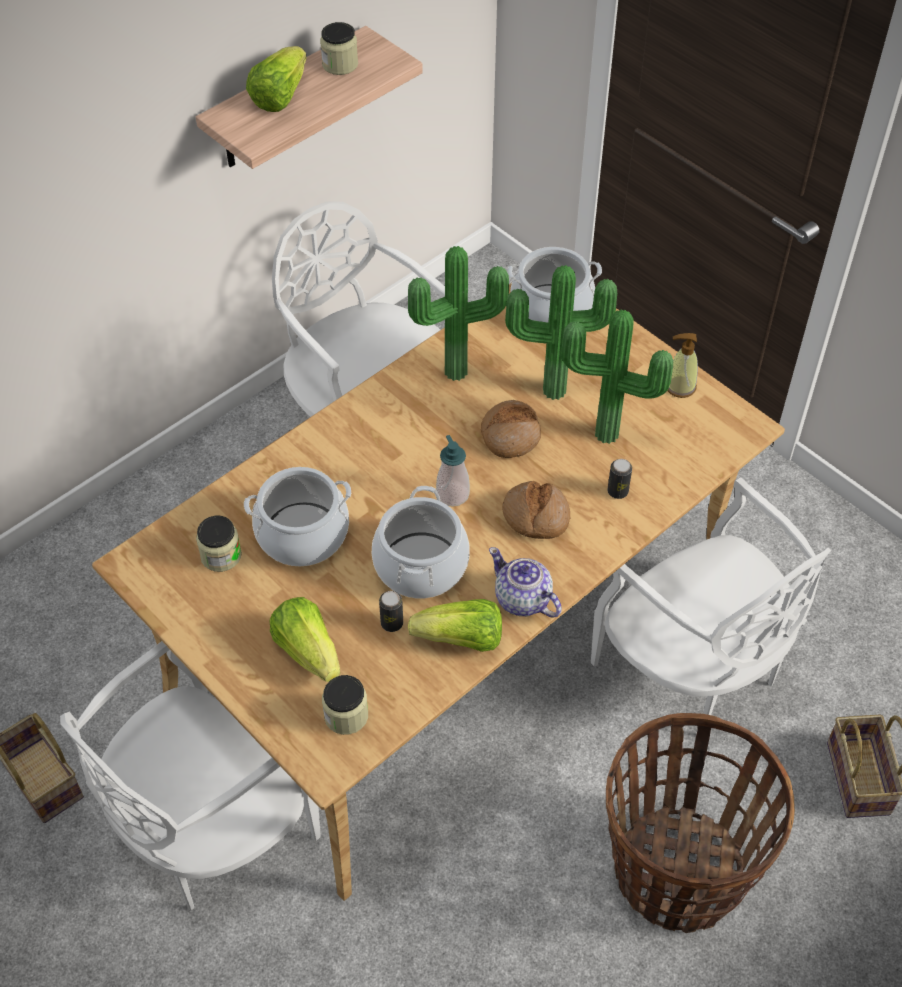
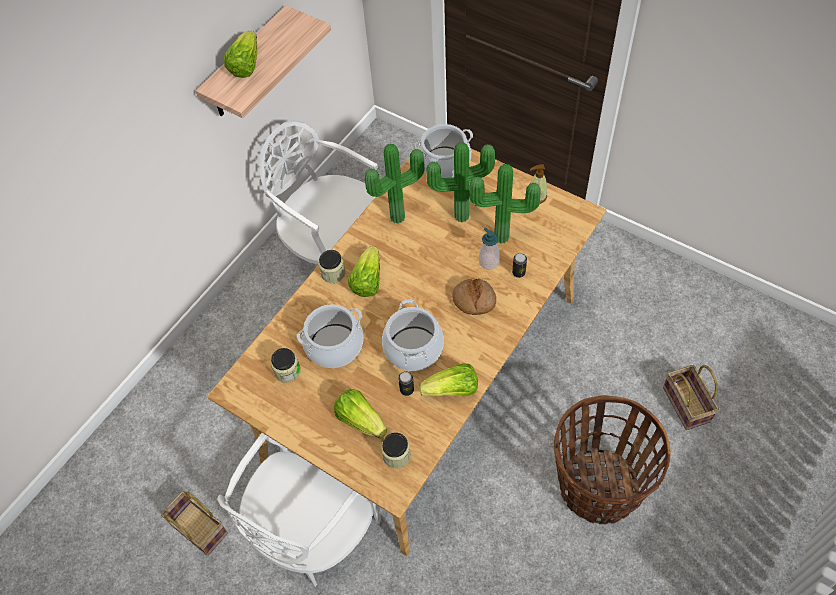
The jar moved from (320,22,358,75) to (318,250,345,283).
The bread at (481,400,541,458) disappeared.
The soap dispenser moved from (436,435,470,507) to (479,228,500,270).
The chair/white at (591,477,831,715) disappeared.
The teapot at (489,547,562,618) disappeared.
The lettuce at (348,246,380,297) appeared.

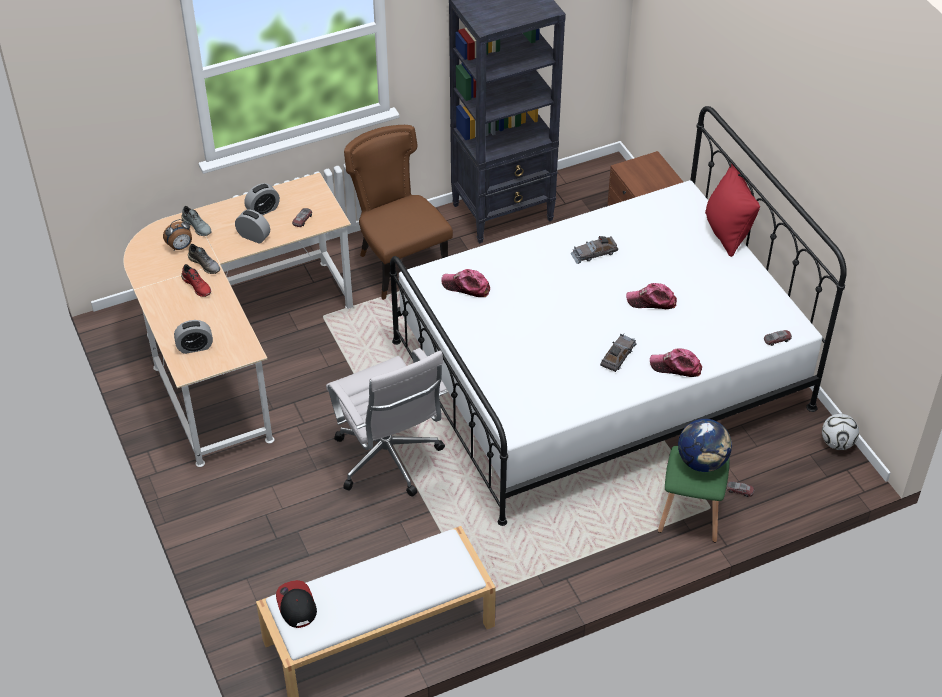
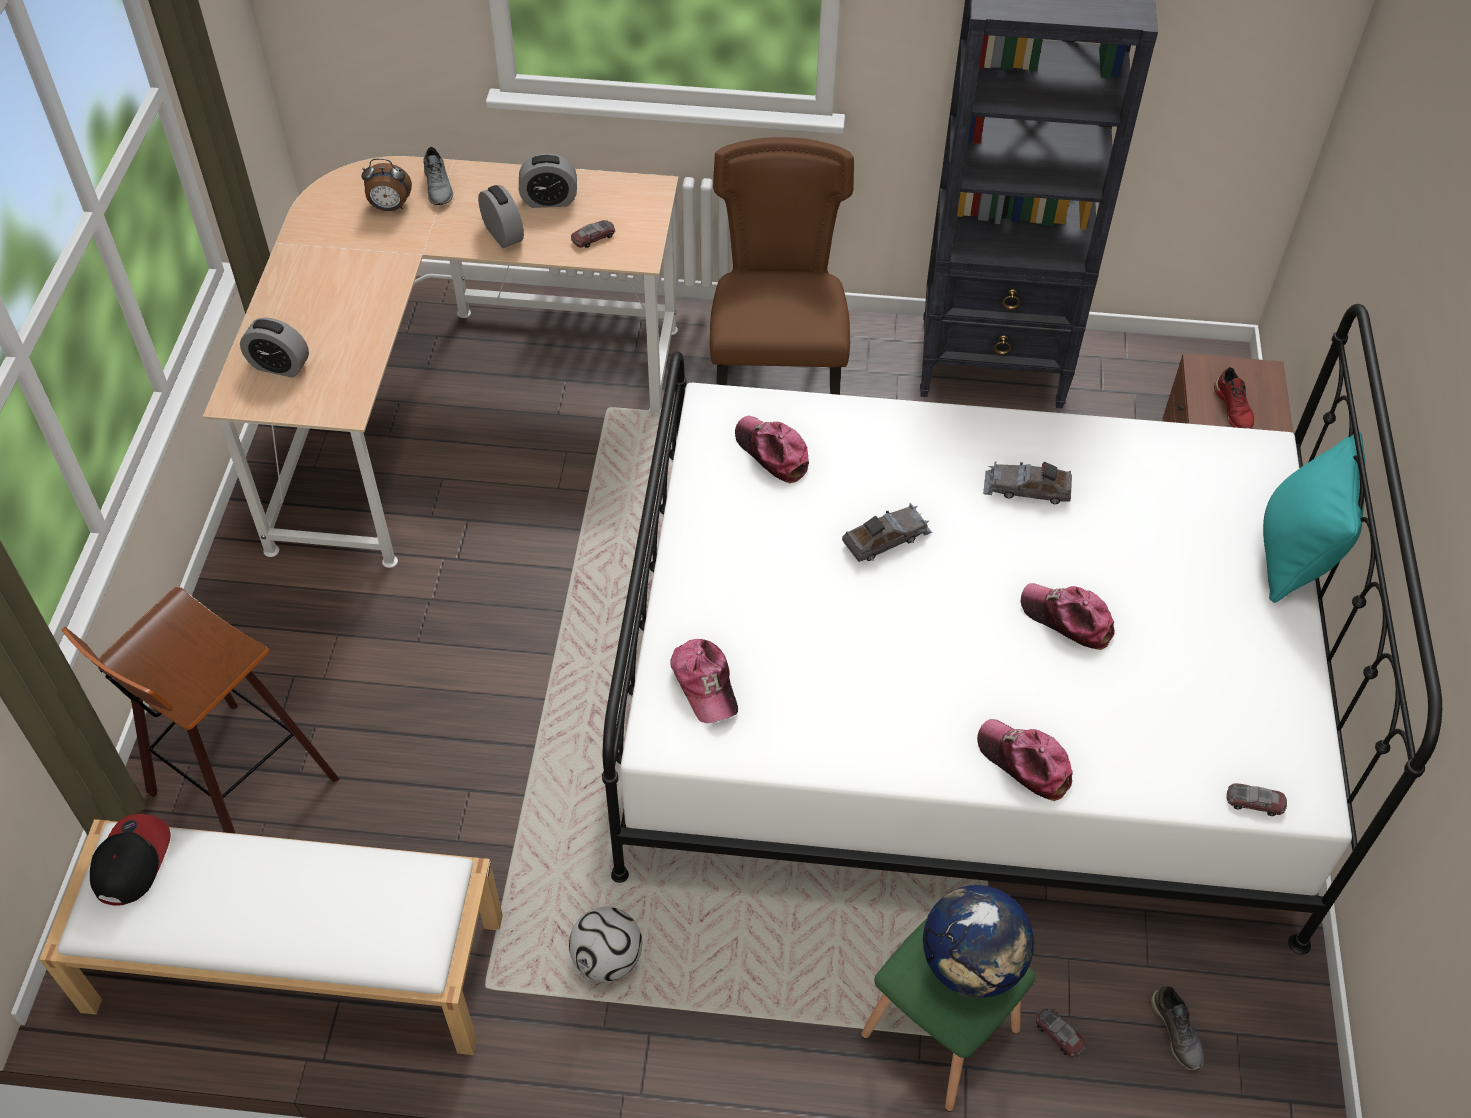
The pillow/red at (705,164,760,257) became the pillow/turquoise at (1263,432,1365,603).
The shoe/grey moved from (188,244,220,274) to (1150,986,1204,1071).
The shoe/red moved from (181,264,211,297) to (1214,367,1254,429).
The toy car/grey moved from (600,334,636,372) to (842,503,932,562).
The office chair/white at (326,348,448,496) disappeared.
The football moved from (822,414,859,450) to (569,907,642,982).
The stool at (61,587,339,834) appeared.
The cap at (670,639,738,723) appeared.

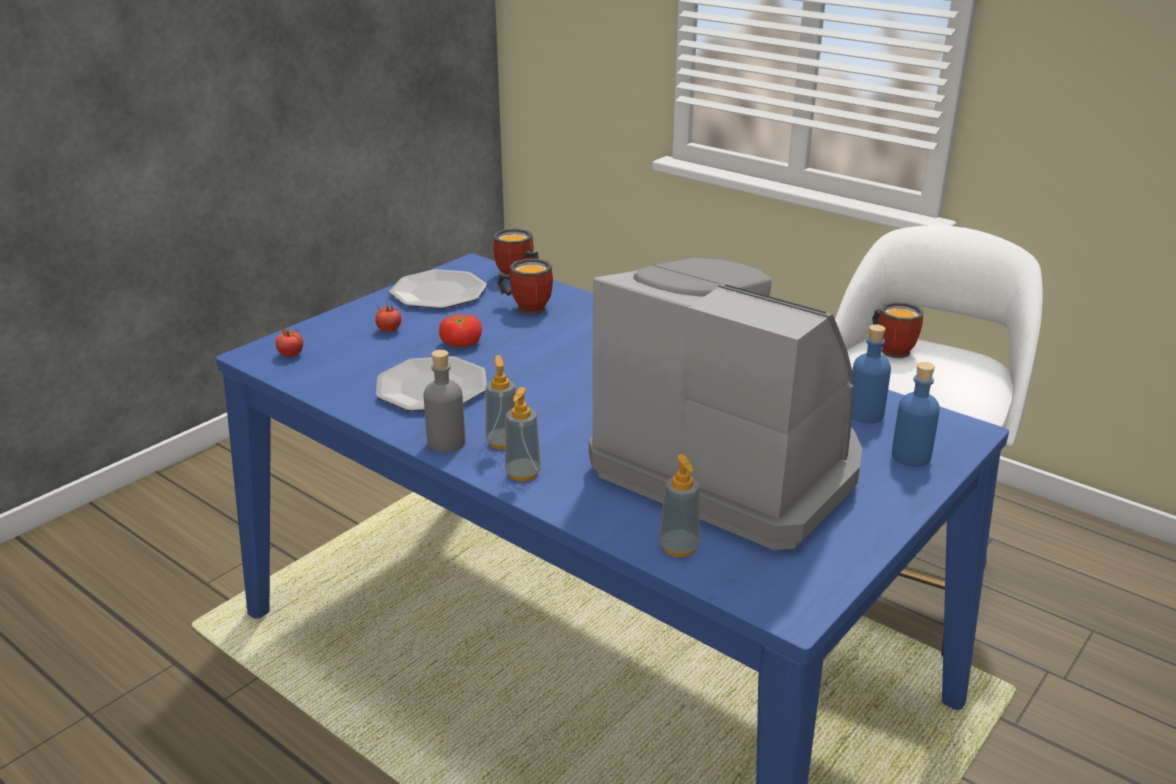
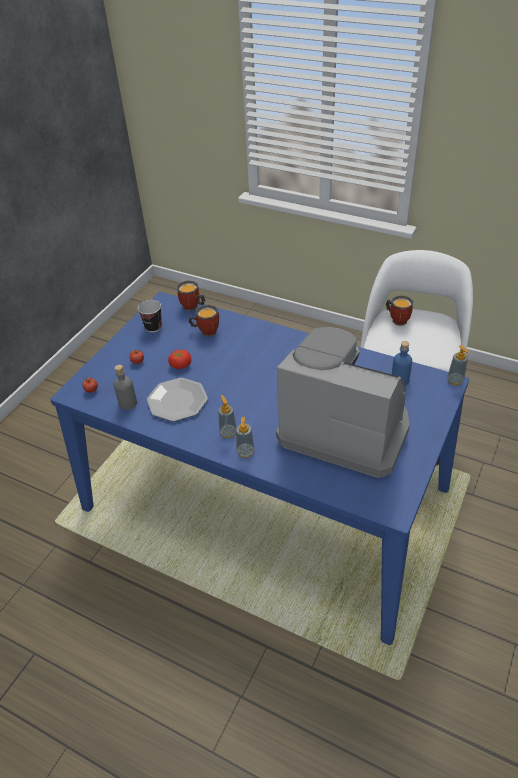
The plate at (389,269,487,309) was replaced by the cup at (138,300,162,332).
The bottle/grey moved from (424,350,465,453) to (114,365,137,410).
The bottle/blue at (892,362,940,467) disappeared.
The soap dispenser moved from (659,454,700,557) to (447,345,469,385).

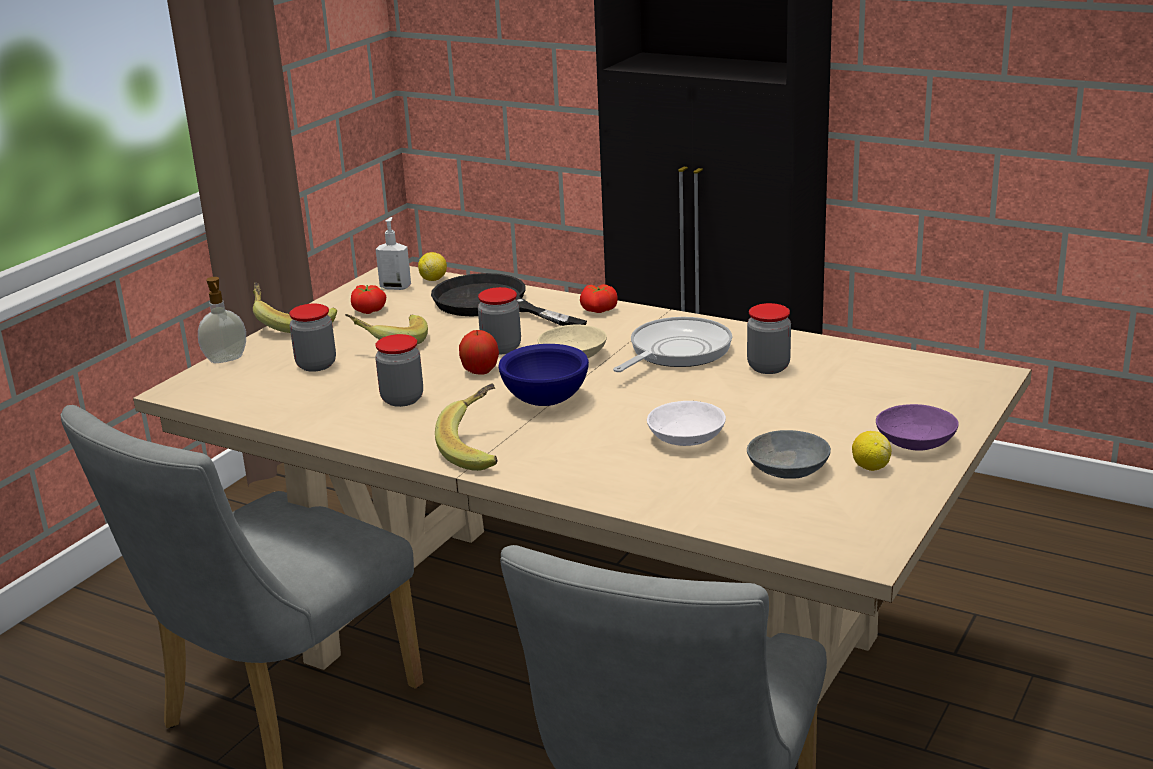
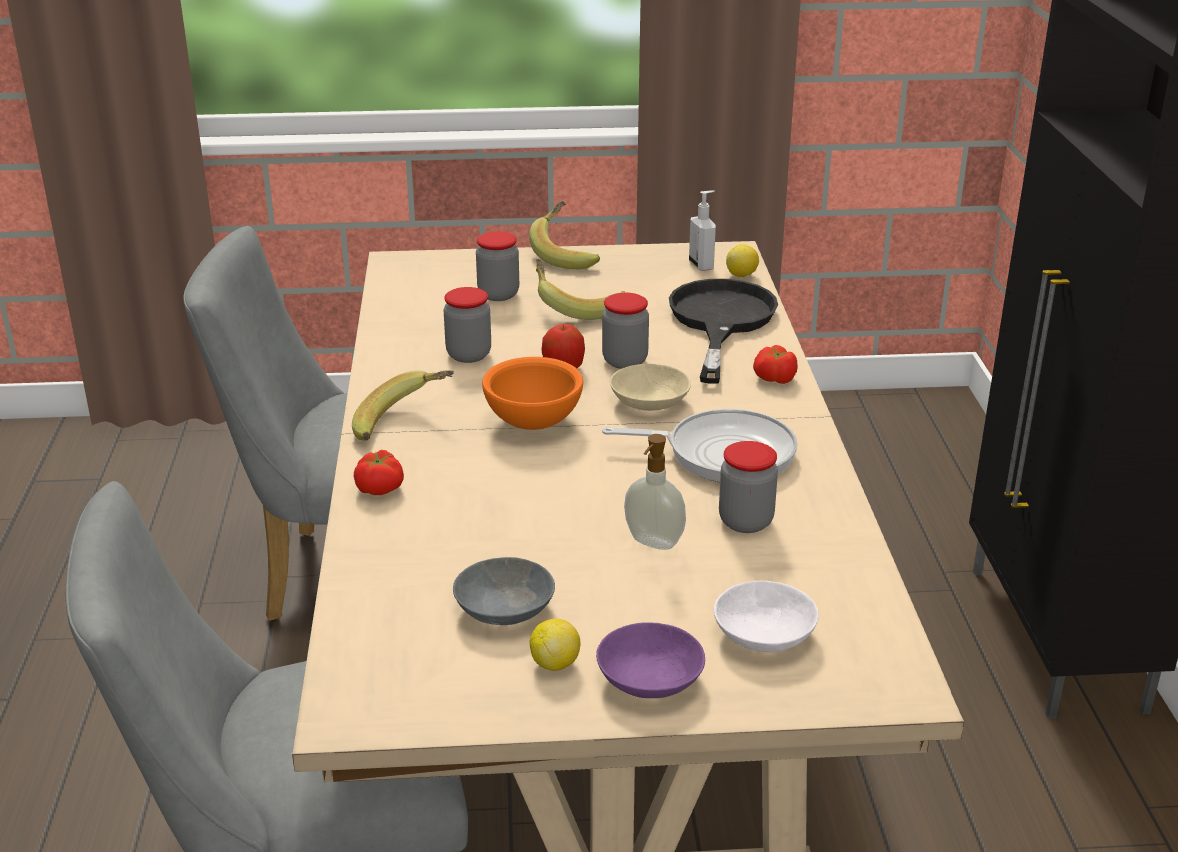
The soap dispenser moved from (198,277,246,363) to (624,434,686,550).
The tomato moved from (351,285,386,314) to (354,450,404,495).
The bowl/blue at (499,344,589,406) became the bowl/orange at (482,357,583,430).
The bowl/white moved from (647,401,726,446) to (714,581,819,652).

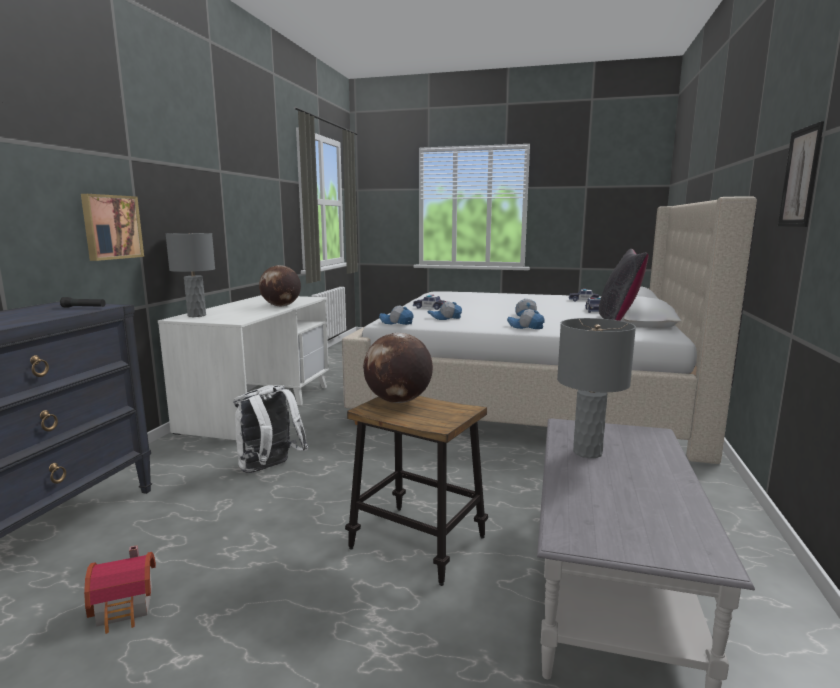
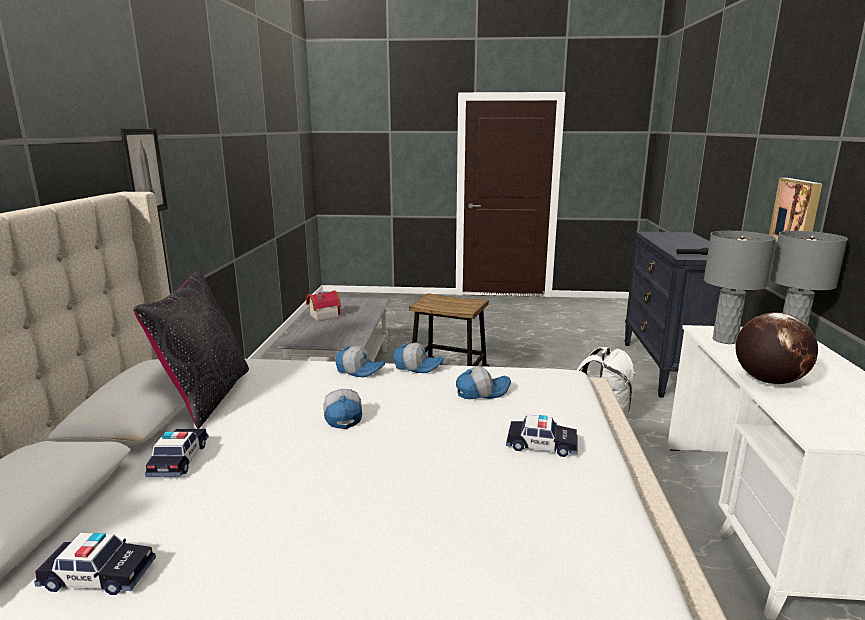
The cap moved from (379,305,414,325) to (393,343,444,373).
The table lamp/grey moved from (557,318,636,458) to (704,231,776,344).
The globe at (363,333,433,403) disappeared.
The toy house moved from (84,545,156,634) to (306,290,341,321).

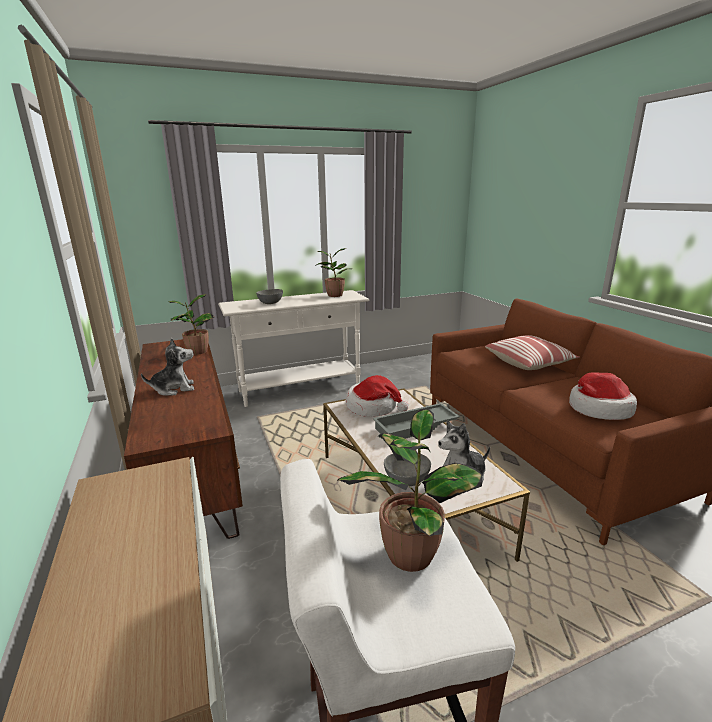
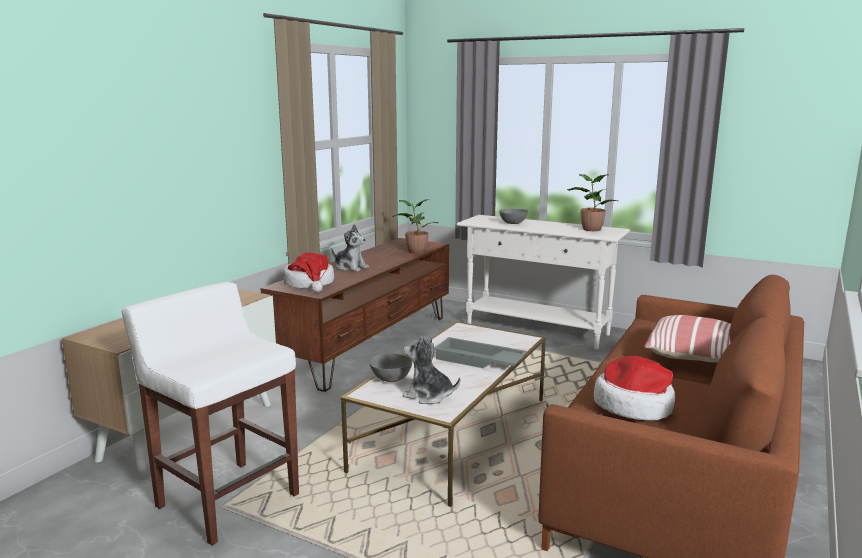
The hat moved from (346,375,409,417) to (283,252,334,293).
The potted plant at (337,409,483,572) disappeared.

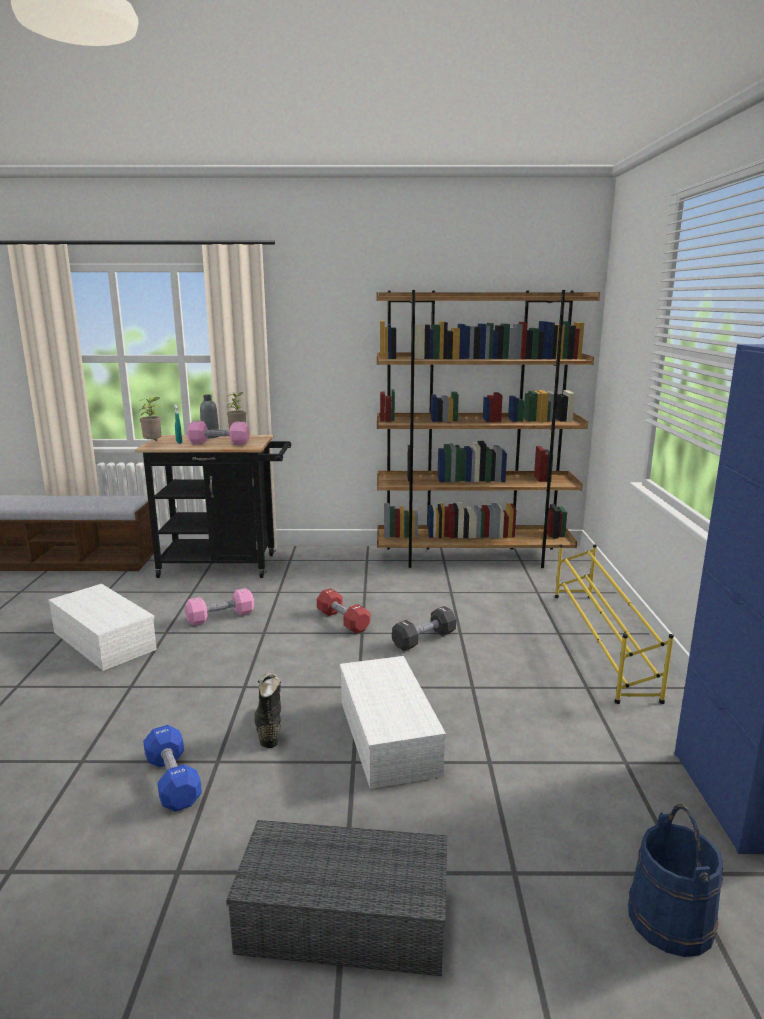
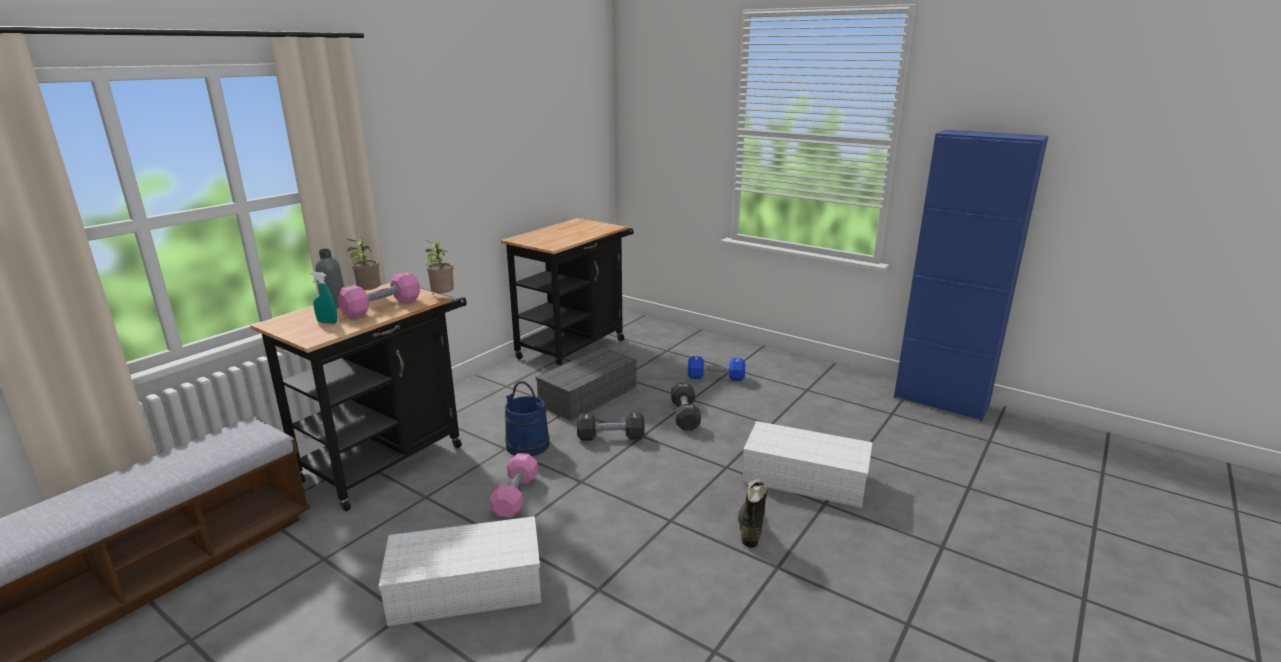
The bookcase/brown at (376,290,600,568) was replaced by the cart/black at (501,218,634,367).
The potted plant moved from (139,397,161,441) to (425,239,454,294).
The shoe rack/yellow at (555,544,674,704) disappeared.
The dumbbell/red at (317,588,370,634) became the dumbbell/black at (577,413,645,441).
The boot/black at (255,672,281,748) turned 75 degrees clockwise.
The dumbbell/blue moved from (143,725,202,812) to (688,356,745,381).
The bucket/blue moved from (628,804,723,957) to (505,381,550,456).
The storage box/grey moved from (226,820,447,976) to (536,347,637,421).

